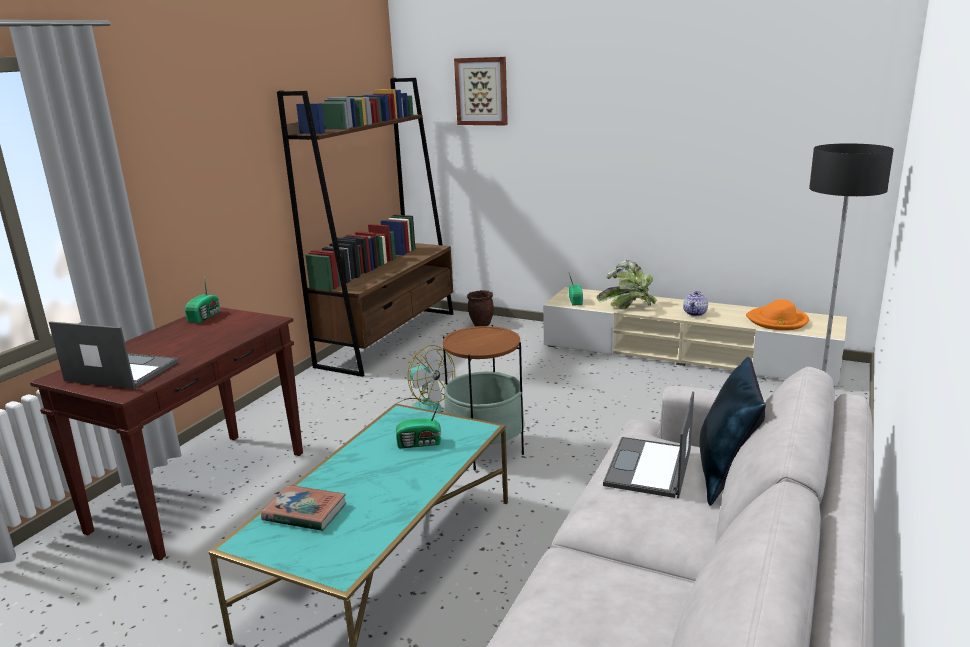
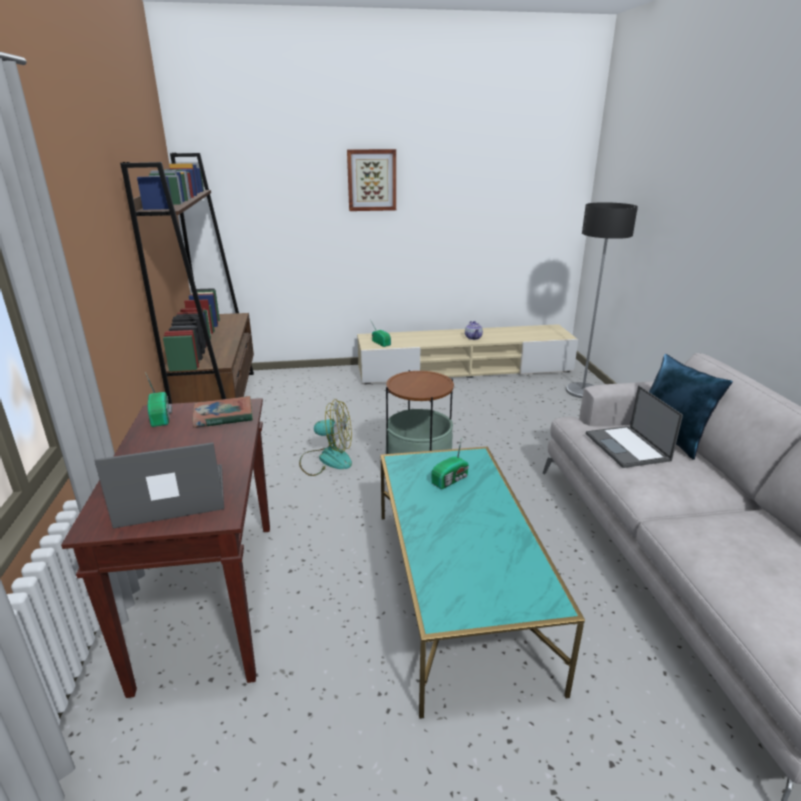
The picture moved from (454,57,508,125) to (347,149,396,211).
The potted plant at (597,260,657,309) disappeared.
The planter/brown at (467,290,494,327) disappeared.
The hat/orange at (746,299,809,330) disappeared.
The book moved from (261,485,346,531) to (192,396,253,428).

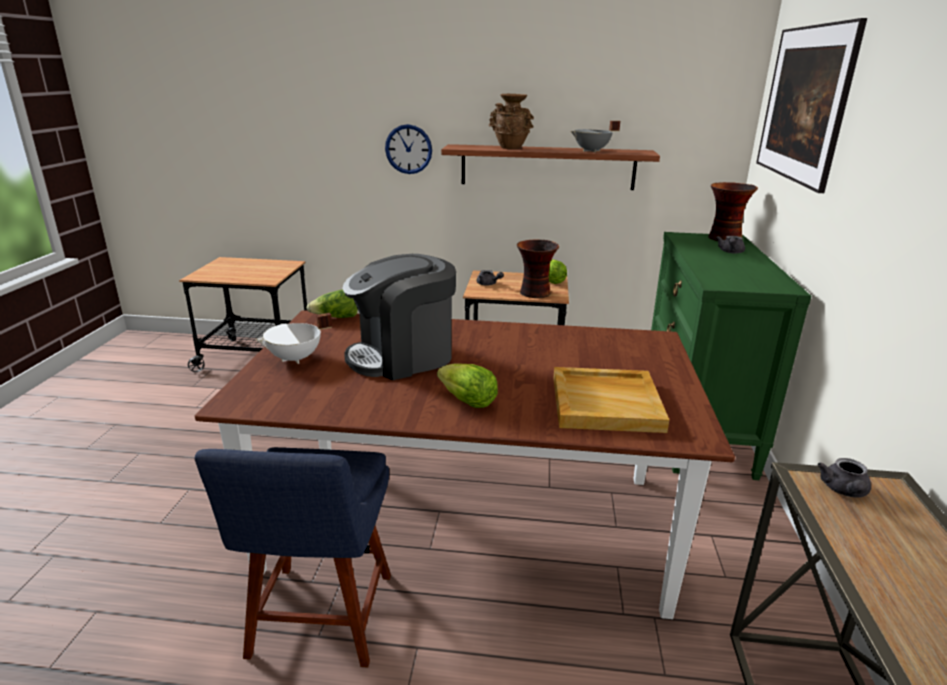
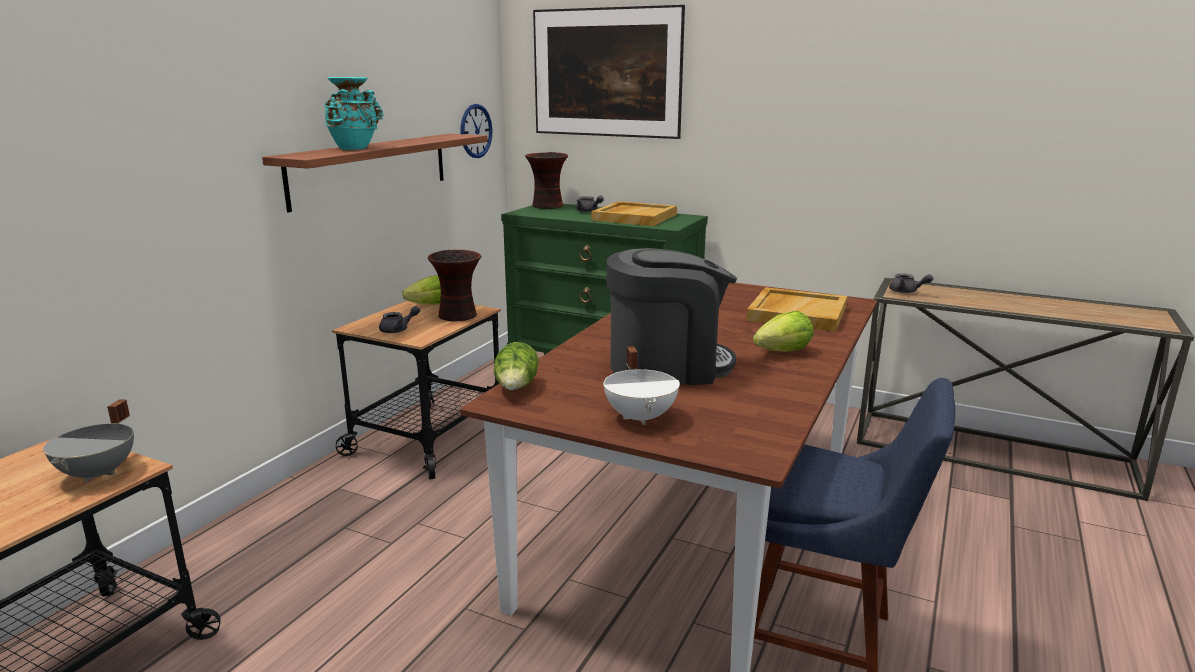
The vase/brown at (489,94,534,149) became the vase/turquoise at (325,77,383,150).
The cooking pot/grey moved from (571,121,620,152) to (43,399,134,483).
The wall clock moved from (385,124,432,174) to (460,104,492,158).
The coffee machine at (342,254,456,380) turned 90 degrees counterclockwise.
The tray/beige at (591,201,677,226) appeared.

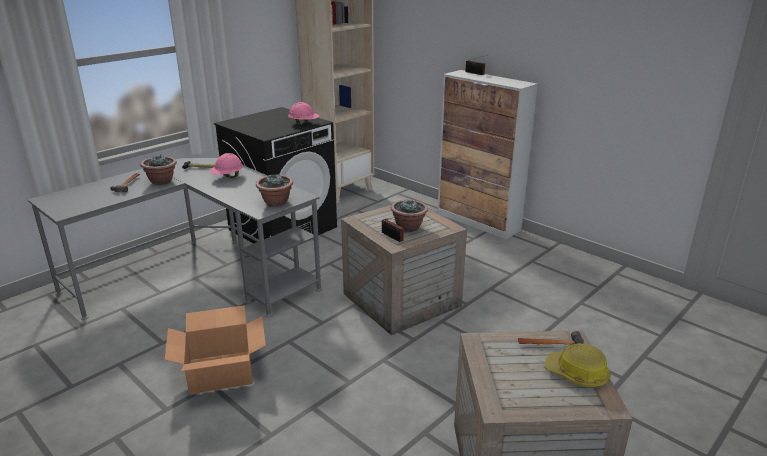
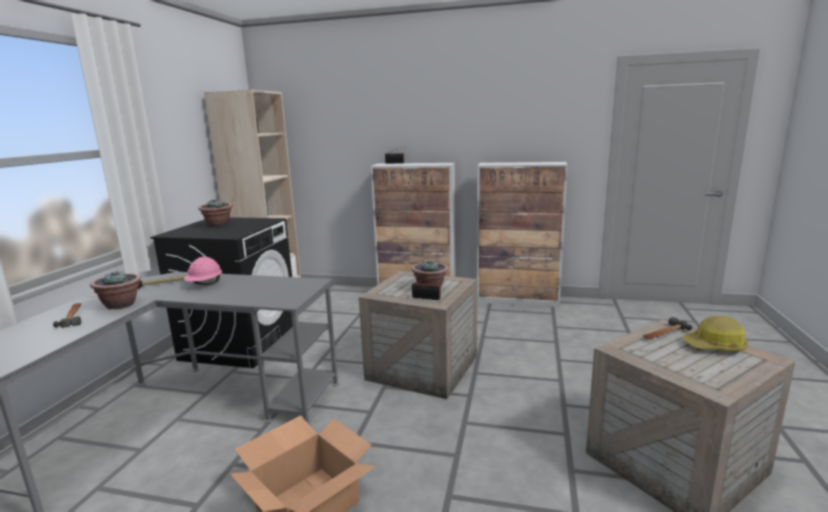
The hard hat/pink at (288,102,319,125) disappeared.
The potted plant moved from (256,174,293,207) to (198,200,233,227).
The cabinet at (477,162,568,308) appeared.

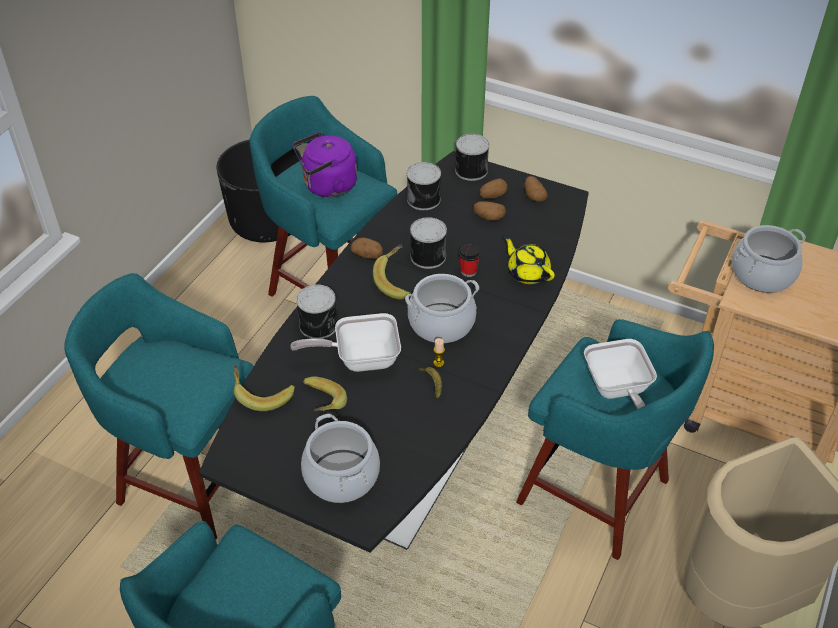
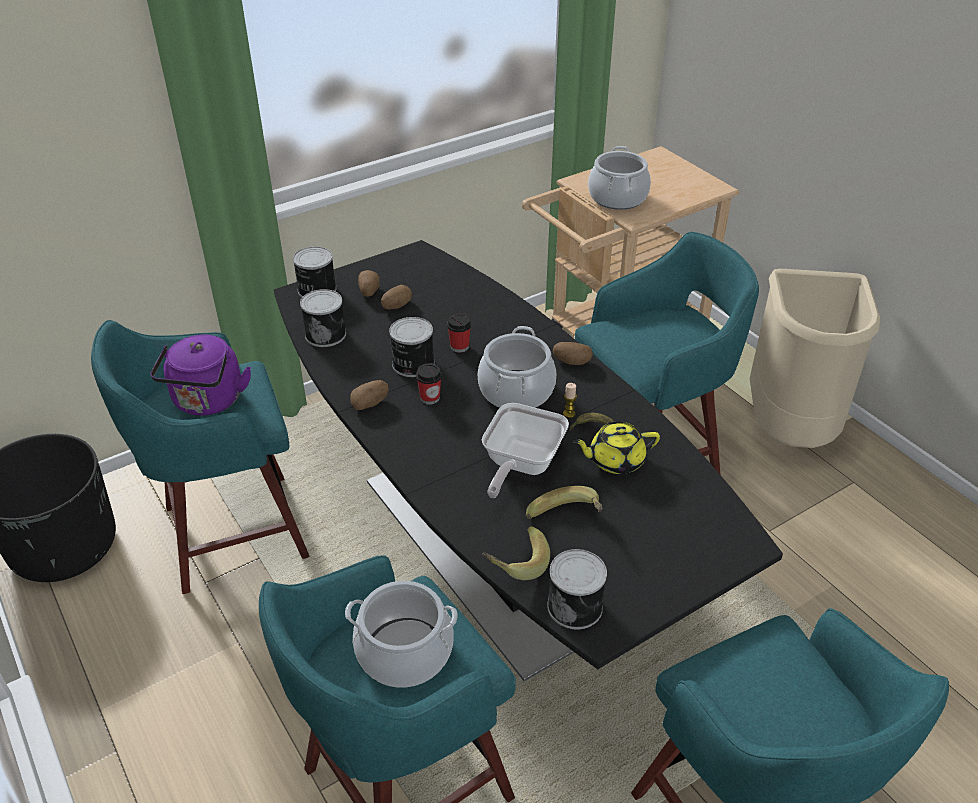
The potato moved from (524,176,548,202) to (553,342,593,365).
The teapot/yellow moved from (504,236,555,284) to (573,421,660,474).
The banana at (373,244,411,300) was replaced by the cup at (416,363,442,405).
The can moved from (296,284,337,339) to (547,549,607,630).
The frying pan at (584,339,657,409) disappeared.
The cooking pot moved from (301,414,380,503) to (345,581,457,688).

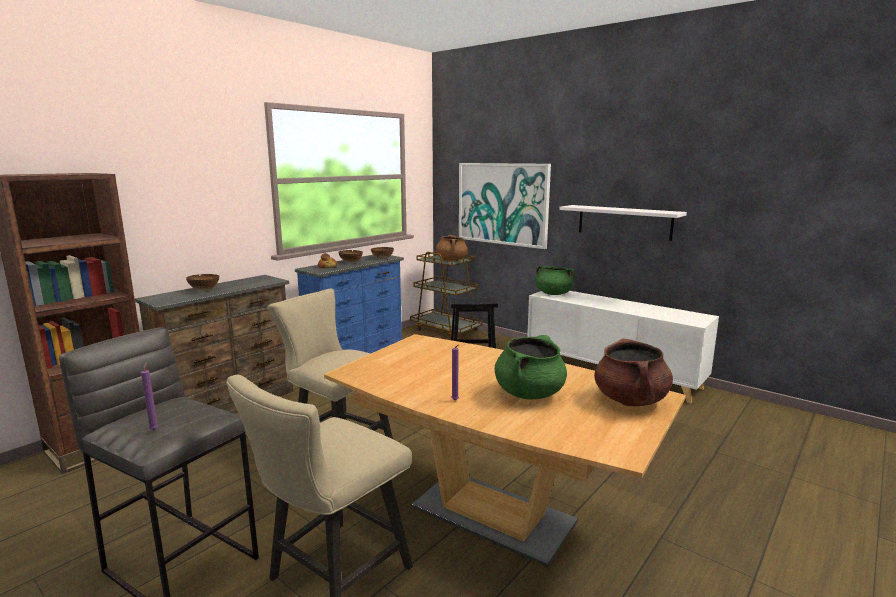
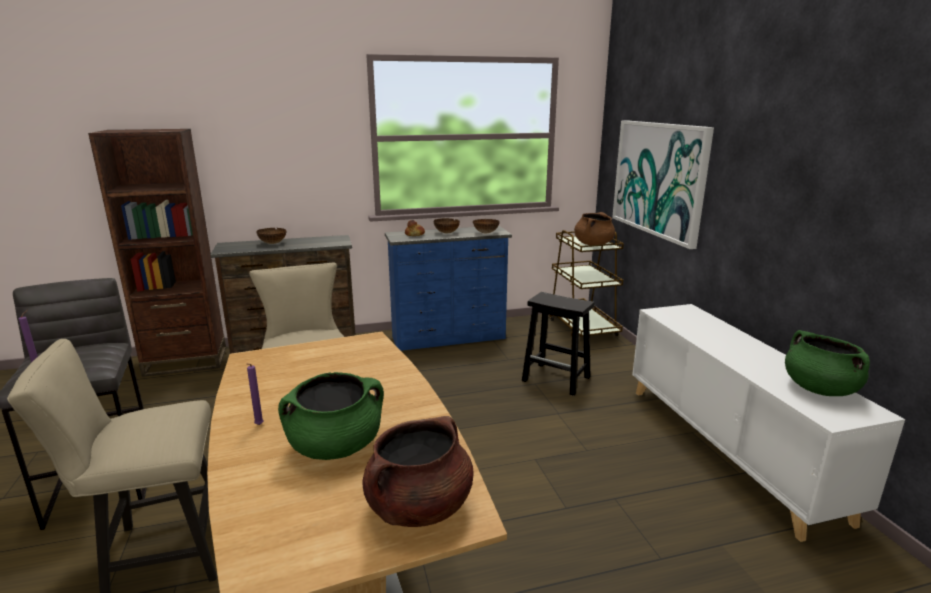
The shelf/white at (559,205,687,241) disappeared.
The cooking pot/green moved from (535,266,575,295) to (785,330,870,396).

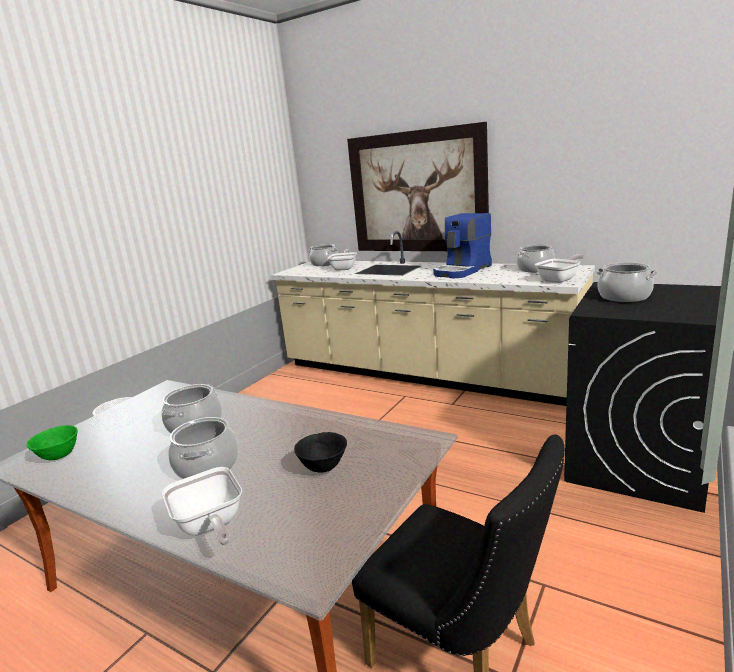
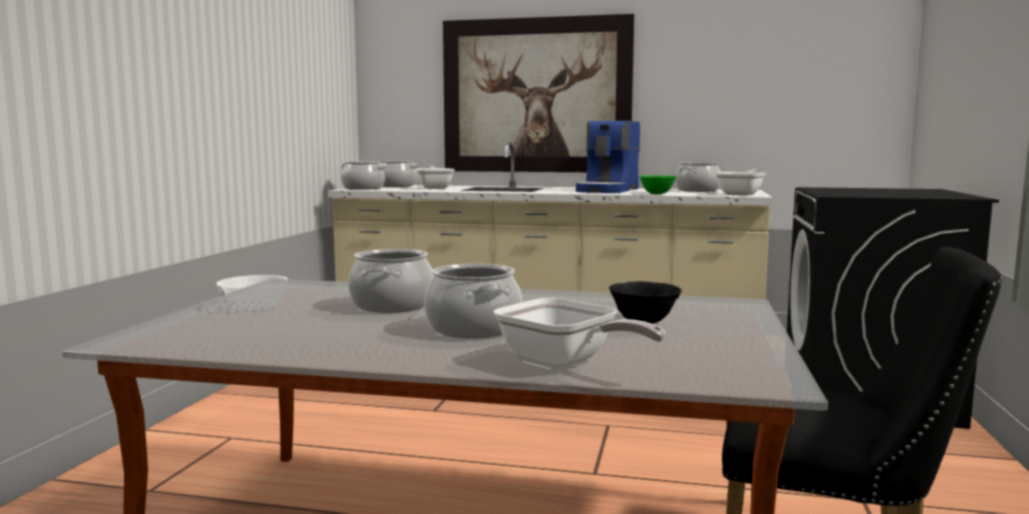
The cooking pot moved from (595,262,658,302) to (340,162,385,190).
The bowl/green moved from (27,425,78,460) to (640,175,676,194).

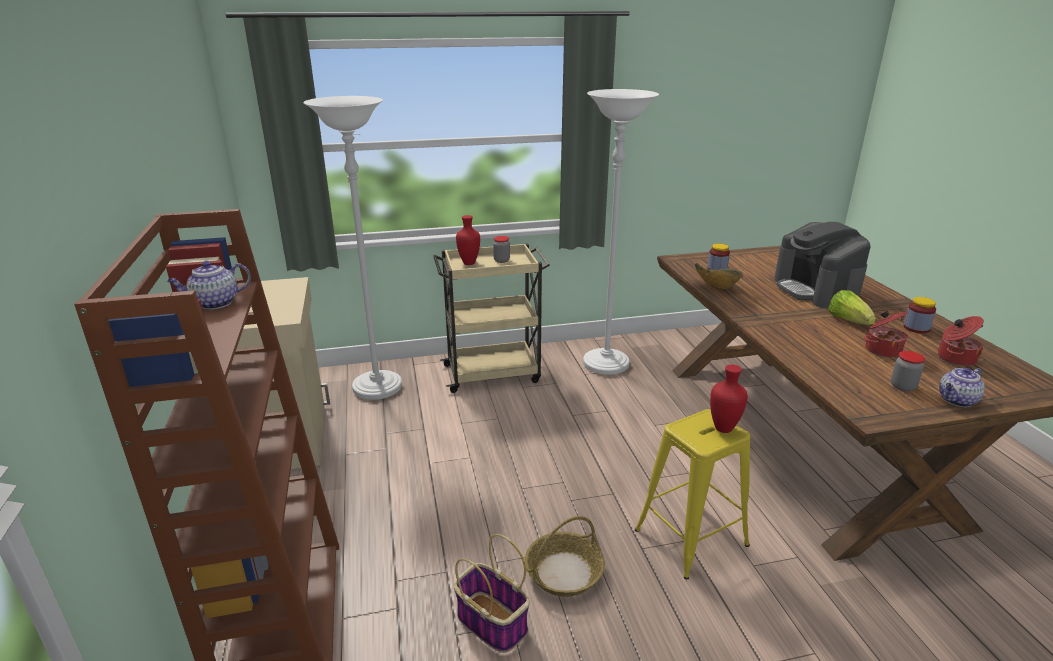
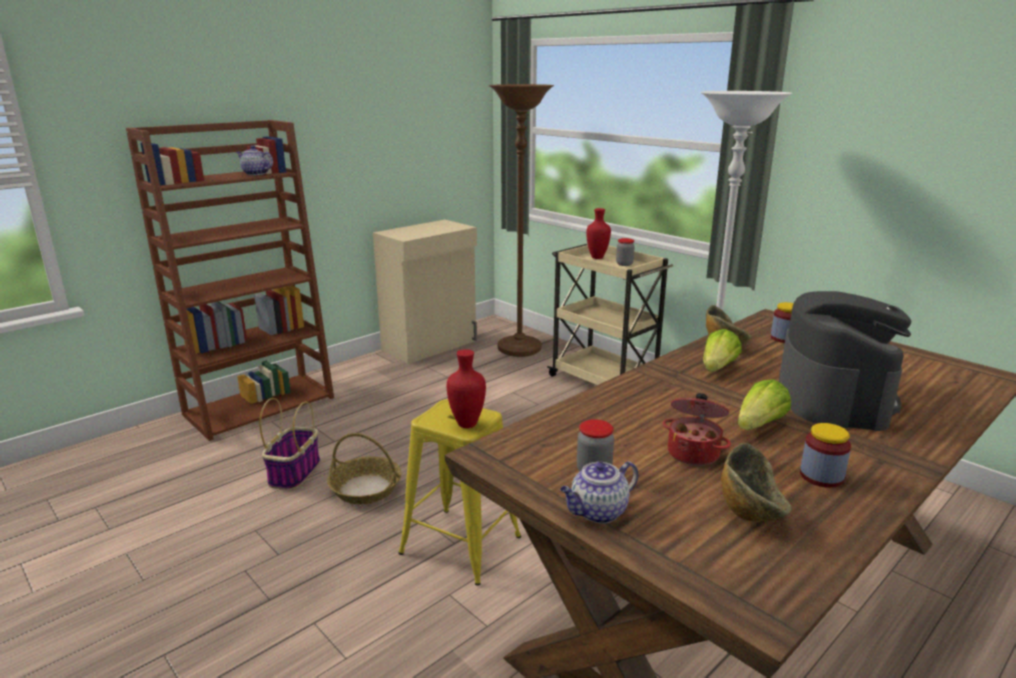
The floor lamp/white at (303,96,402,400) became the floor lamp/brown at (489,84,554,357).
The coffee machine at (774,222,871,308) turned 150 degrees clockwise.
The cooking pot at (938,316,984,366) was replaced by the bowl at (721,443,792,522).
The teapot at (939,368,985,407) turned 60 degrees counterclockwise.
The lettuce at (703,329,742,372) appeared.

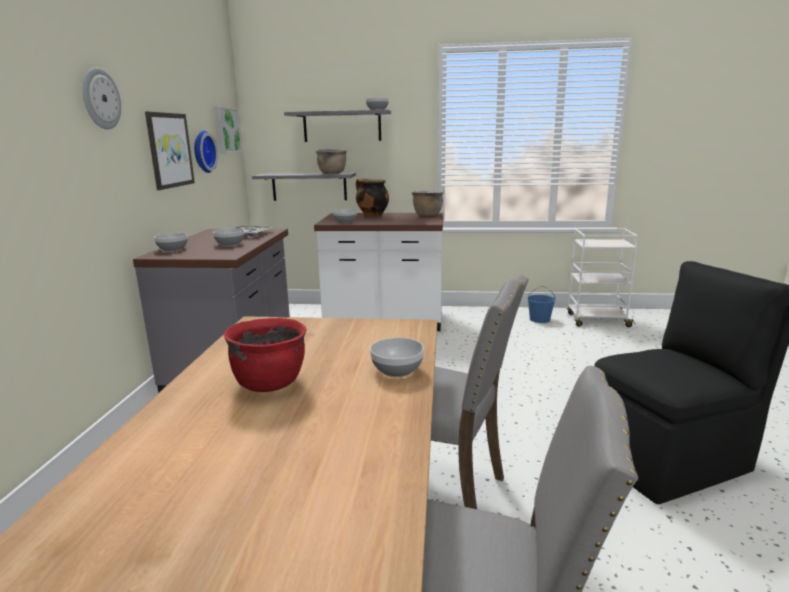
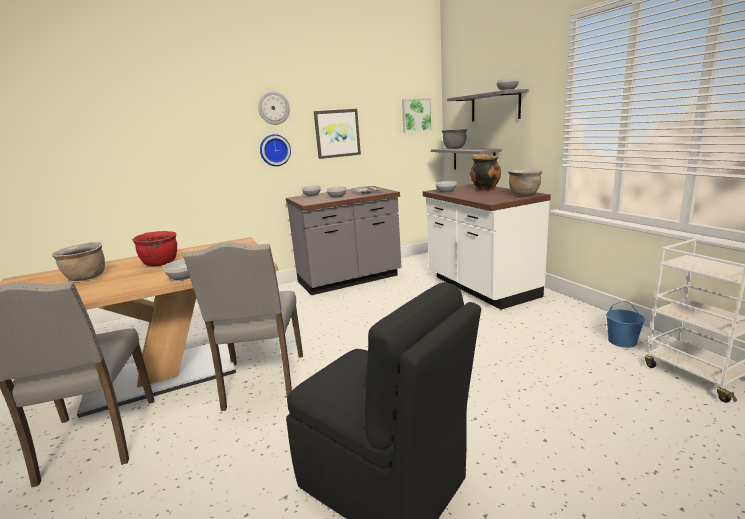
The wall clock moved from (194,131,218,173) to (260,134,291,166).
The cooking pot/brown moved from (316,149,347,174) to (52,242,105,281).
The cooking pot/grey at (442,129,467,149) appeared.

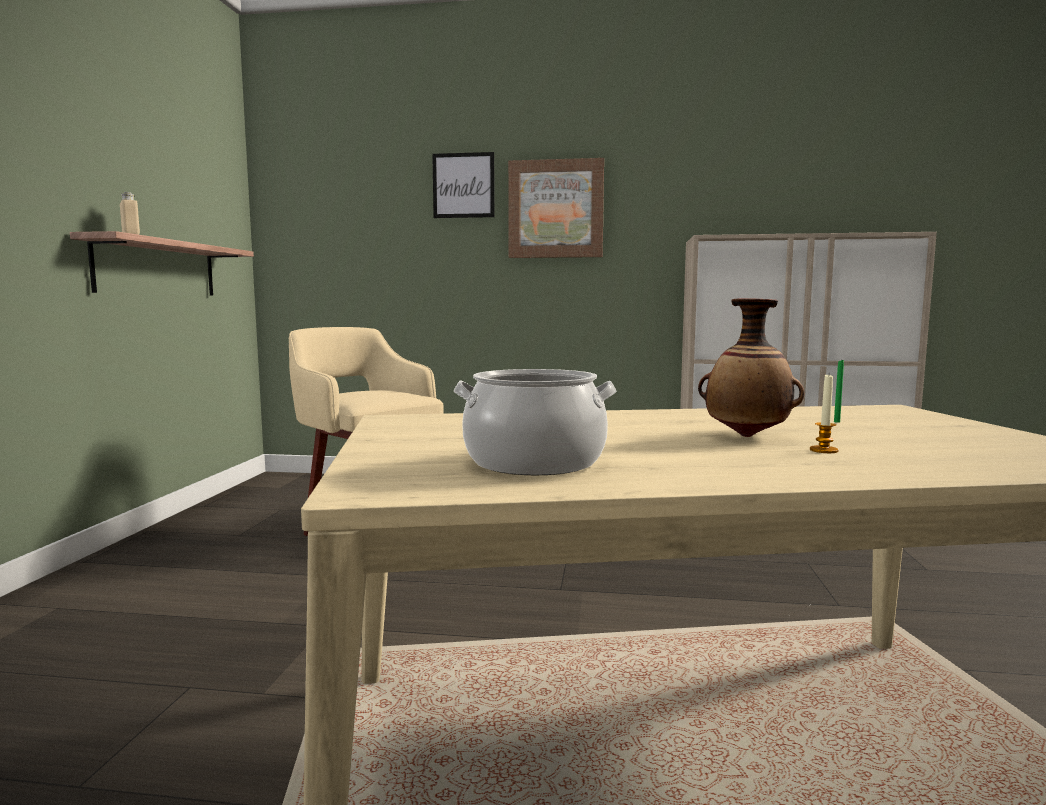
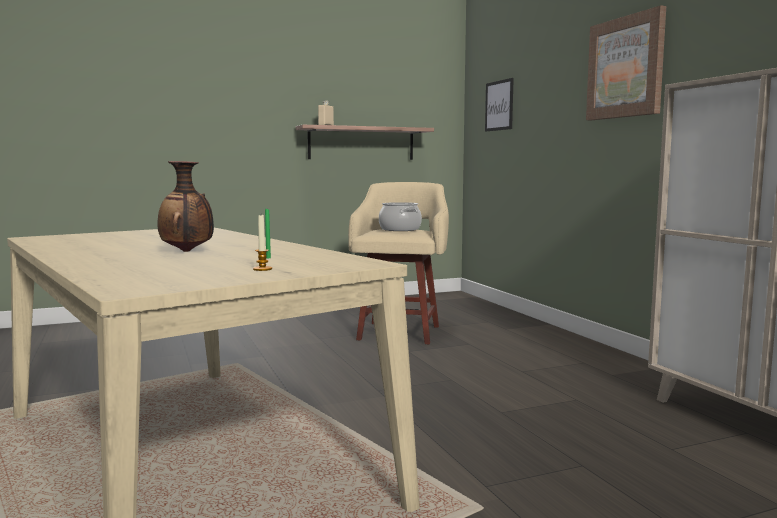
The picture moved from (432,152,495,218) to (485,78,514,131).
The cooking pot moved from (454,369,617,475) to (379,202,422,231).
The candle moved from (810,375,838,453) to (253,215,272,271).

